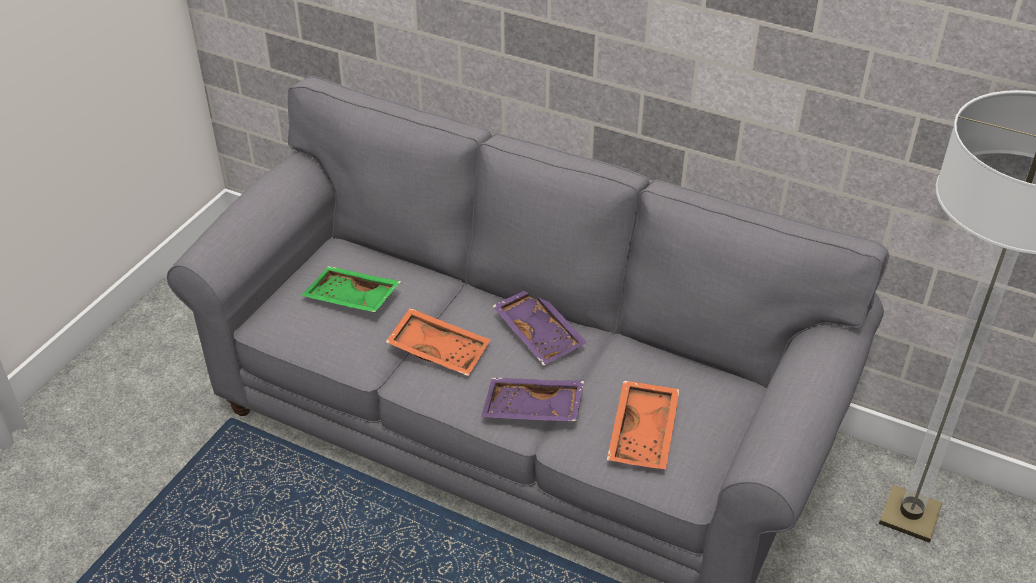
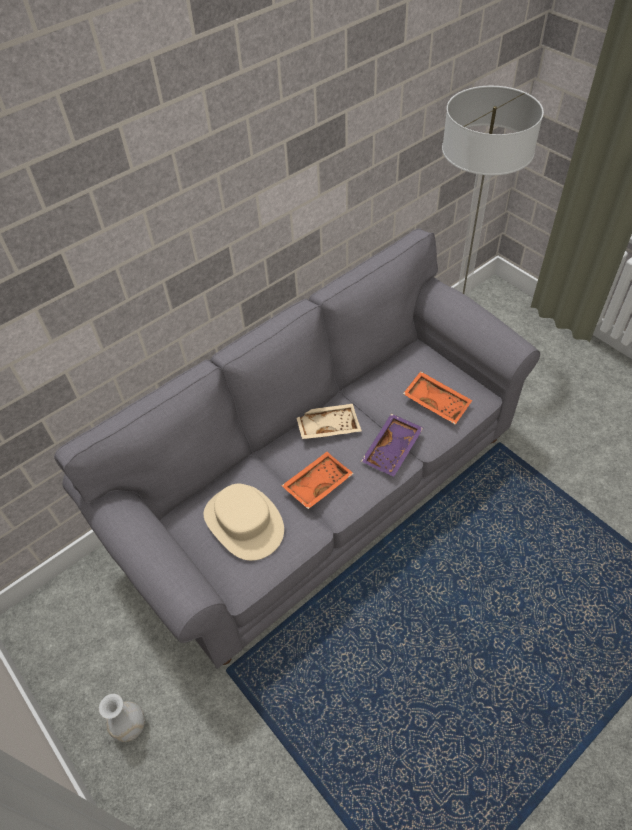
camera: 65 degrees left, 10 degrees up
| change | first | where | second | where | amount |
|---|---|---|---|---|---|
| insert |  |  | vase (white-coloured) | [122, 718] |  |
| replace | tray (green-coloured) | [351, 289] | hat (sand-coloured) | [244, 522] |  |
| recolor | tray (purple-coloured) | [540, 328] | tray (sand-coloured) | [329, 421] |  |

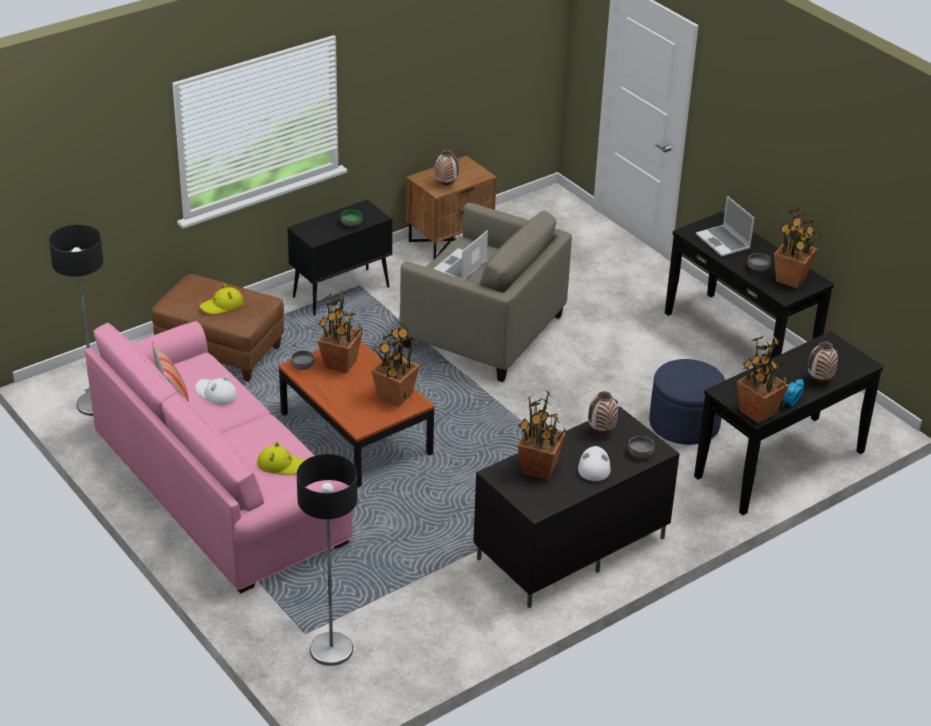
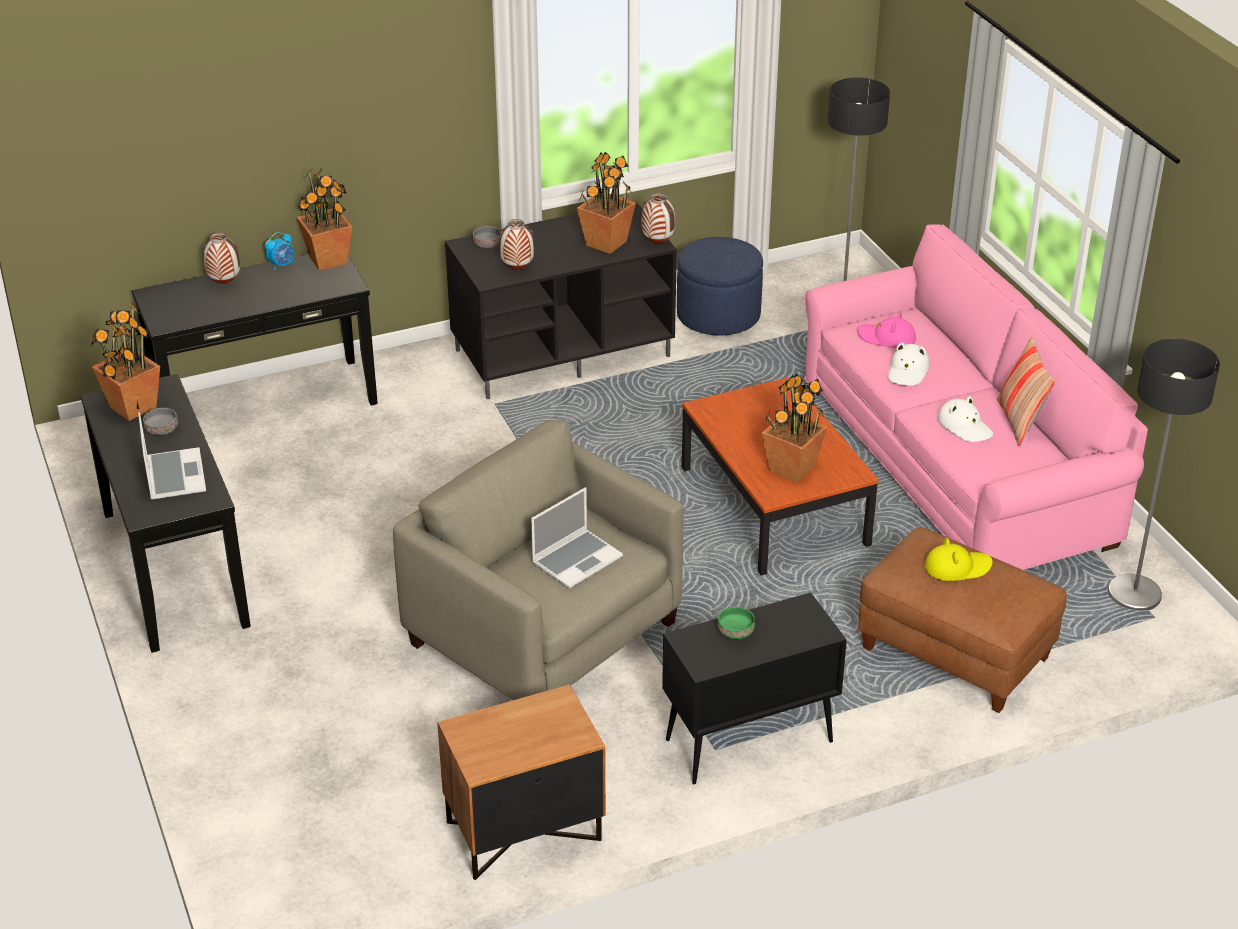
camera: 165 degrees left, 0 degrees up
| change | first | where | second | where | amount |
|---|---|---|---|---|---|
| delete | deep dish (gray) | [303, 360] |  |  |  |
| delete | plant in a pot | [395, 365] |  |  |  |
| move | vase | [447, 167] |  | [658, 218] |  |
| move | hat (white-coloured) | [594, 463] |  | [908, 364] |  |
| move | ottoman (blue-coloured) | [687, 402] |  | [720, 286] |  |
| recolor | hat (yellow) | [281, 458] | hat (pink-coloured) | [886, 330] |  |

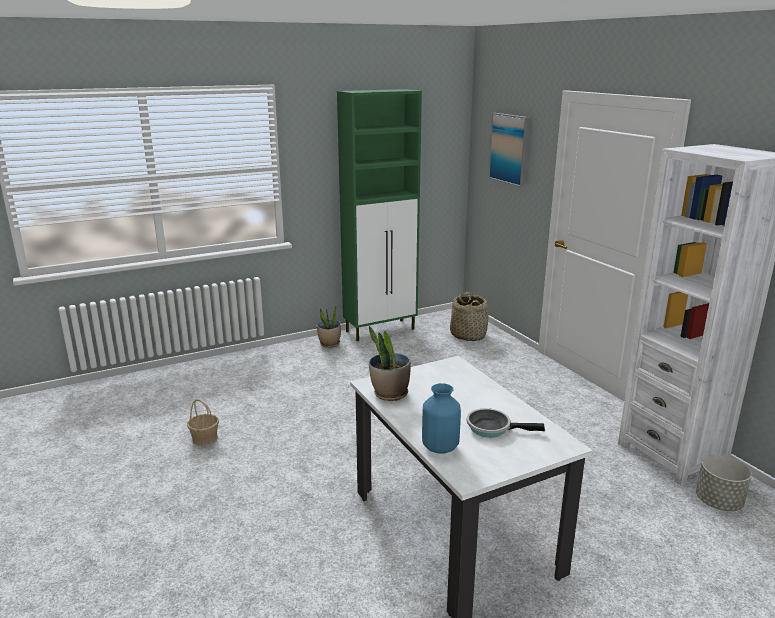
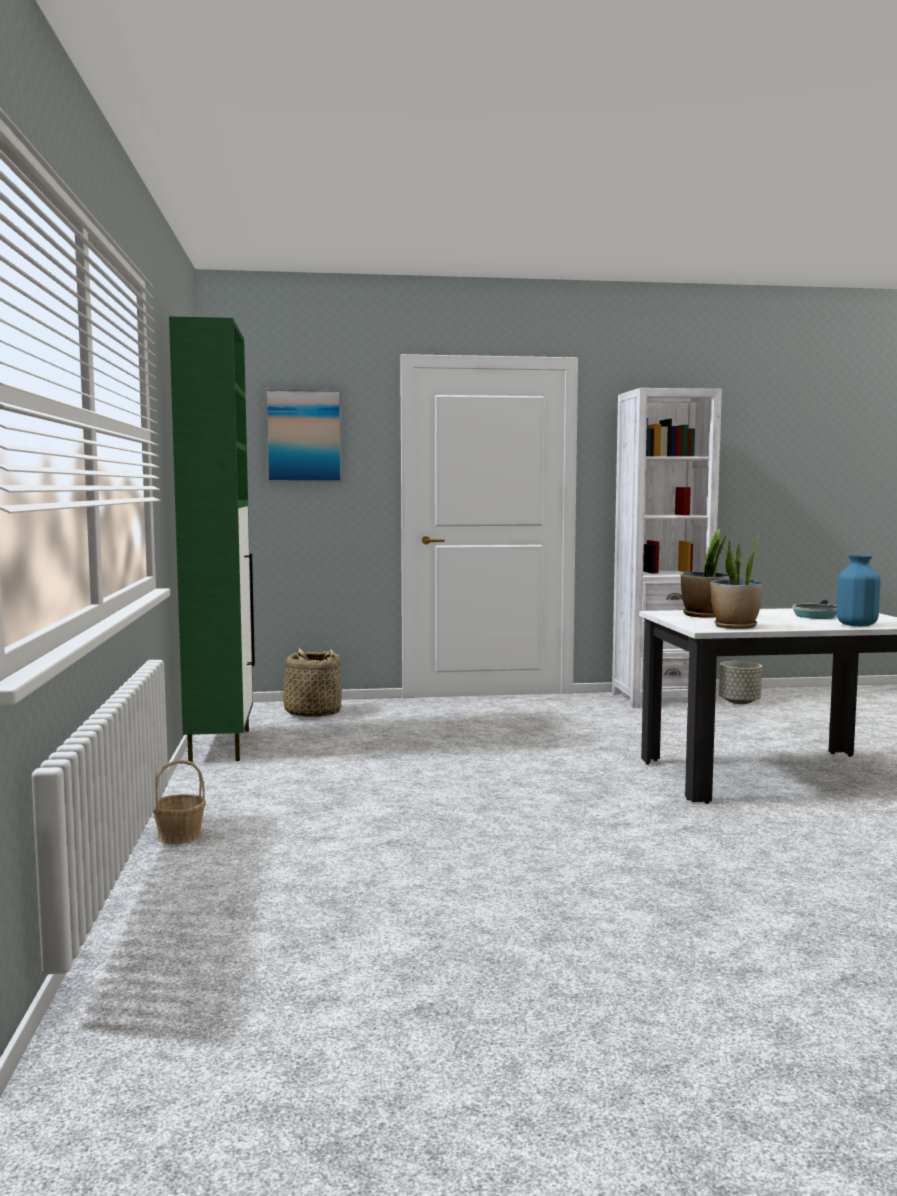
camera: 70 degrees left, 15 degrees down
| change | first | where | second | where | amount |
|---|---|---|---|---|---|
| move | storage basket | [203, 422] |  | [179, 802] |  |
| move | plant in a pot | [329, 326] |  | [705, 573] |  |

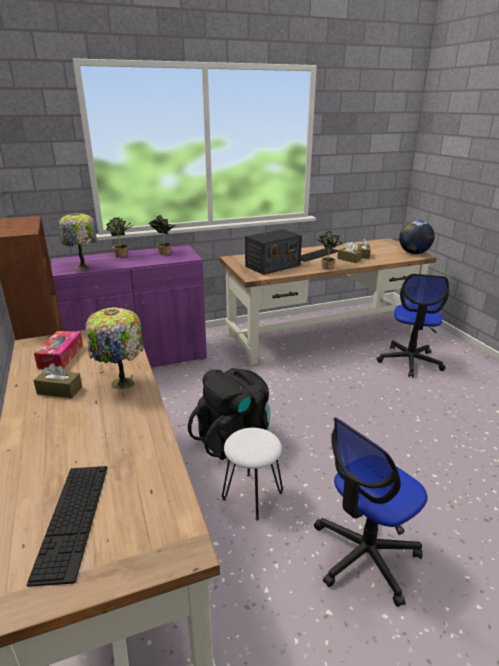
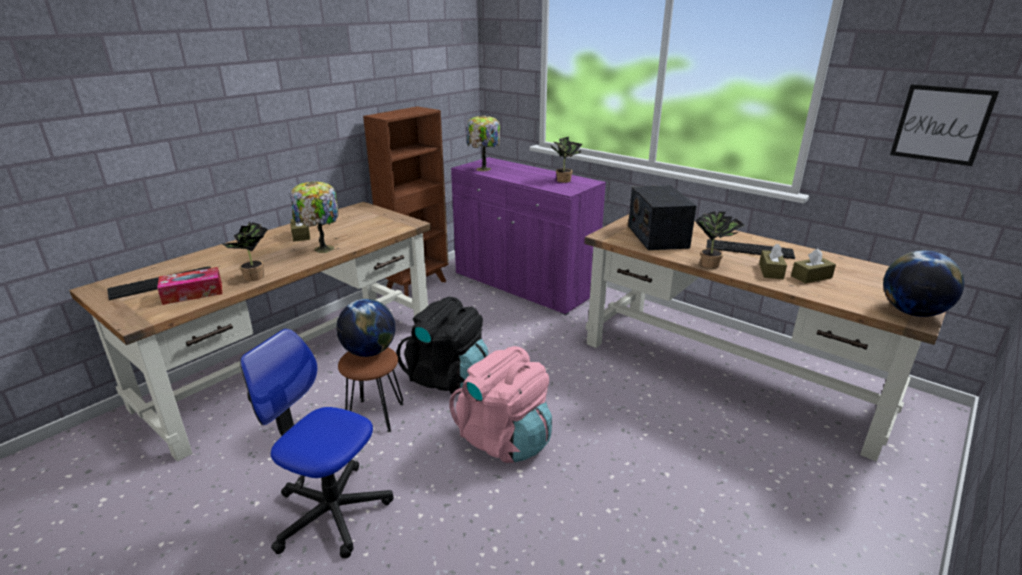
camera: 60 degrees right, 0 degrees up
| change | first | where | second | where | amount |
|---|---|---|---|---|---|
| delete | computer chair | [413, 326] |  |  |  |
| insert |  |  | world globe | [366, 328] |  |
| insert |  |  | rucksack (pink-coloured) | [500, 404] |  |
| insert |  |  | picture | [944, 125] |  |
| move | tissue holder | [58, 350] |  | [189, 286] |  |
| move | plant in a pot | [119, 237] |  | [244, 251] |  |
| recolor | sitting stool (white-coloured) | [252, 474] | sitting stool (brown-coloured) | [370, 389] |  |
| rotate | radio receiver | [273, 252] |  | [662, 217] | 60 degrees clockwise |

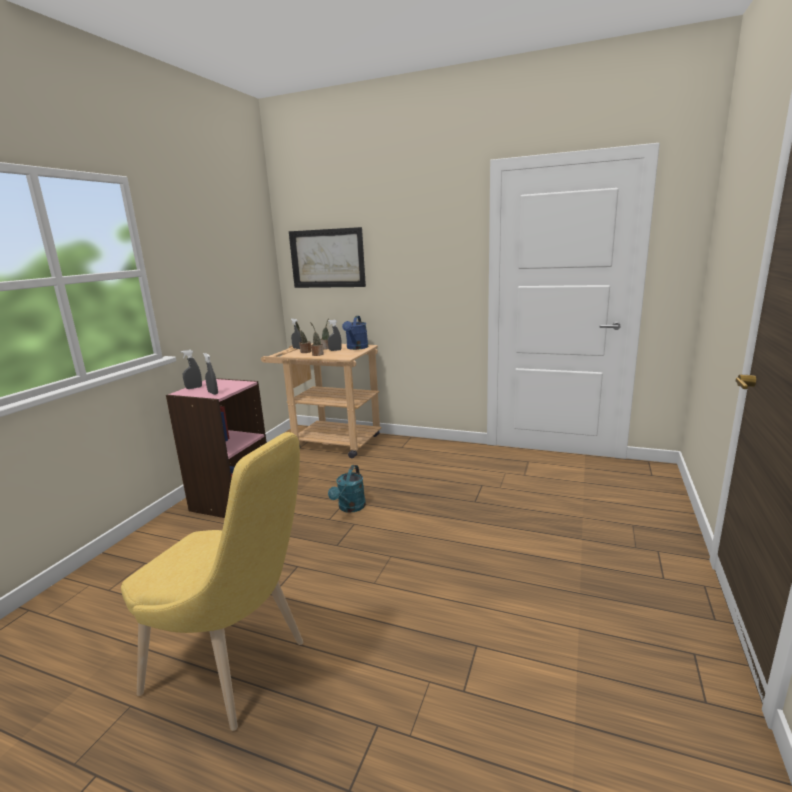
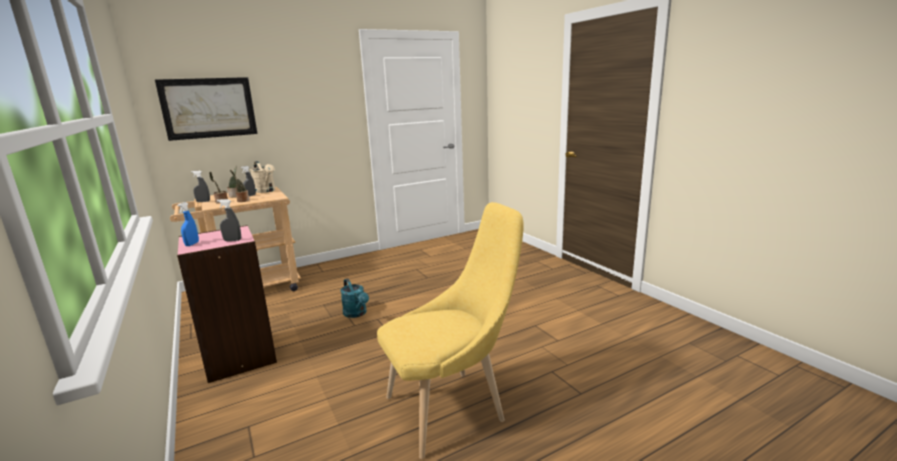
camera: 50 degrees left, 0 degrees up
| change | first | where | second | where | amount |
|---|---|---|---|---|---|
| recolor | spray bottle (gray) | [191, 369] | spray bottle (blue-coloured) | [188, 224] |  |
| recolor | watering can (blue-coloured) | [355, 333] | watering can (sand-coloured) | [262, 177] |  |

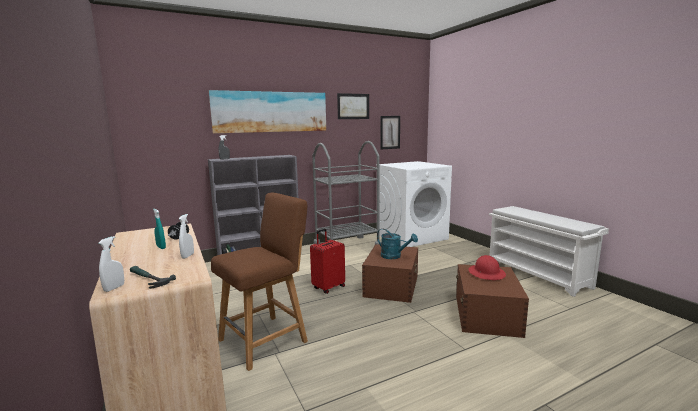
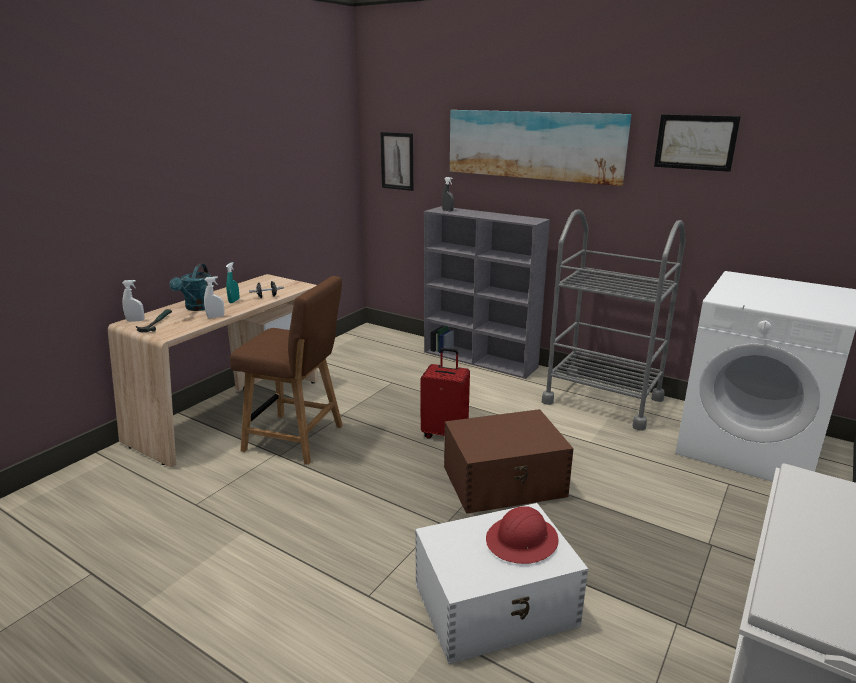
camera: 60 degrees right, 10 degrees up
| change | first | where | second | where | amount |
|---|---|---|---|---|---|
| move | watering can (turquoise-coloured) | [397, 244] |  | [190, 287] |  |
| move | picture | [390, 132] |  | [396, 161] |  |
| recolor | storage bin (brown-coloured) | [492, 301] | storage bin (white-coloured) | [501, 583] |  |

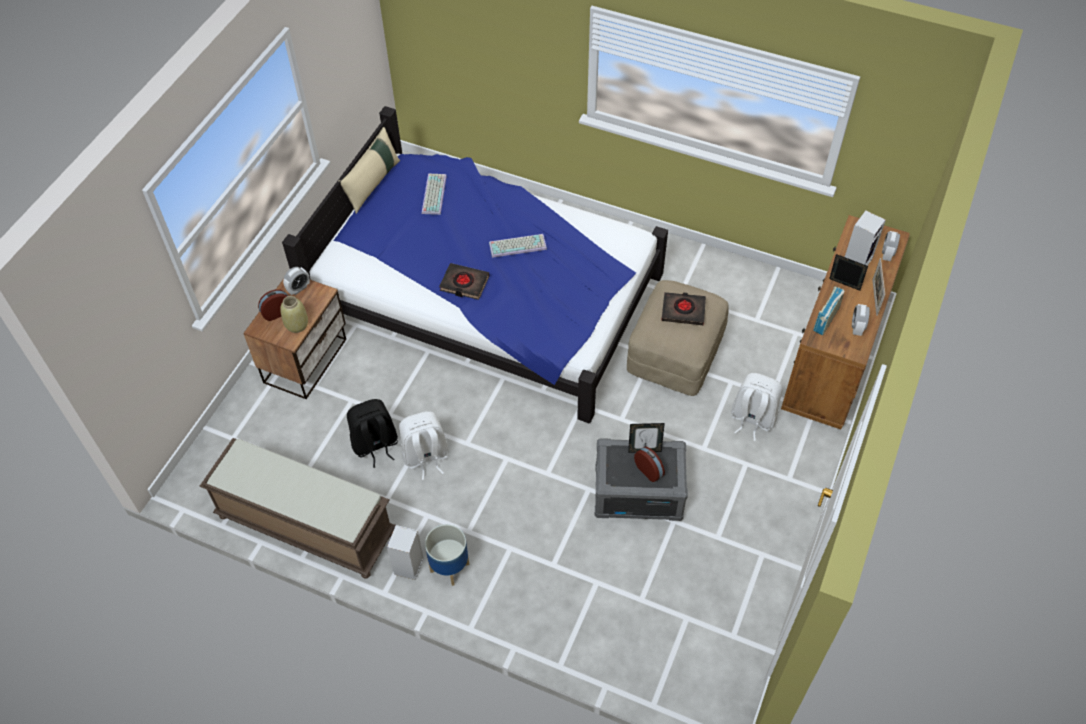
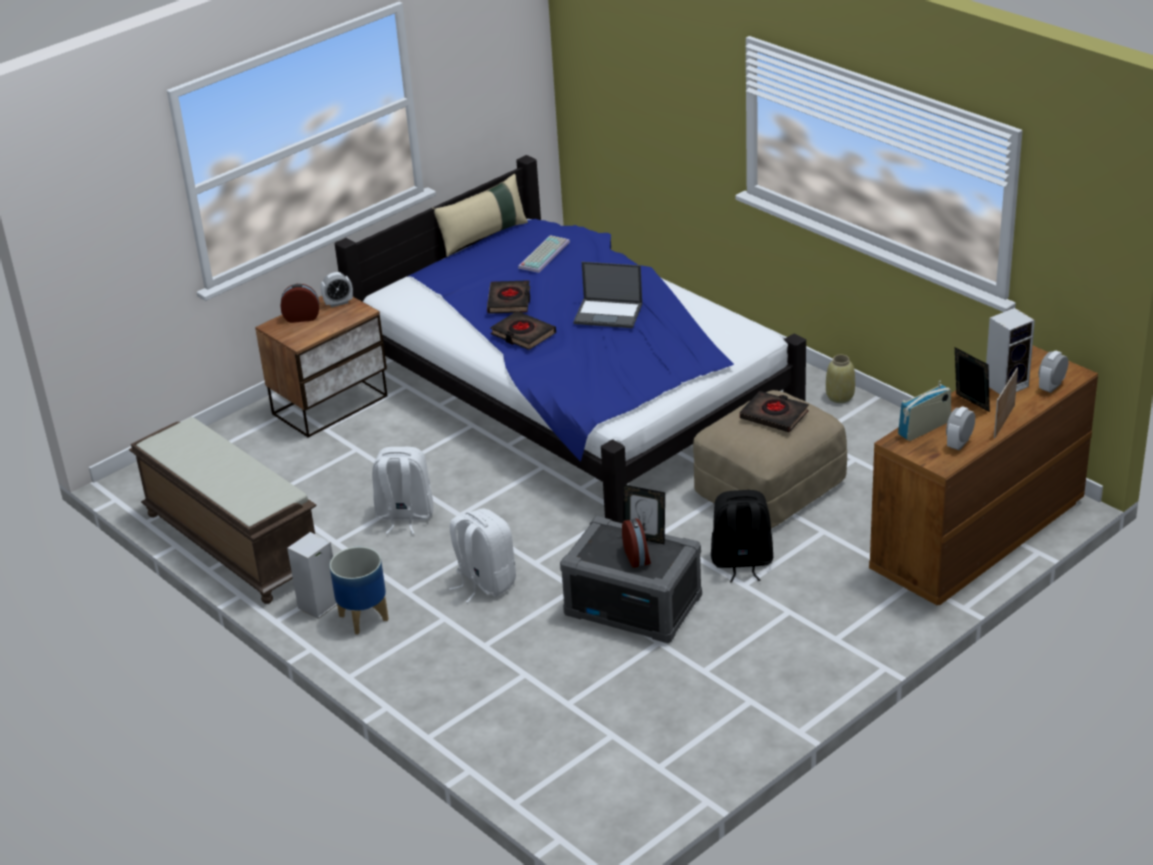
camera: 25 degrees right, 20 degrees down
| change | first | where | second | where | amount |
|---|---|---|---|---|---|
| insert |  |  | volume (black) | [508, 297] |  |
| move | vase (sand-coloured) | [294, 314] |  | [840, 379] |  |
| move | rucksack (black) | [372, 433] |  | [742, 536] |  |
| move | rucksack (white-coloured) | [756, 407] |  | [482, 555] |  |
| replace | keyboard | [518, 246] | notebook computer | [607, 295] |  |

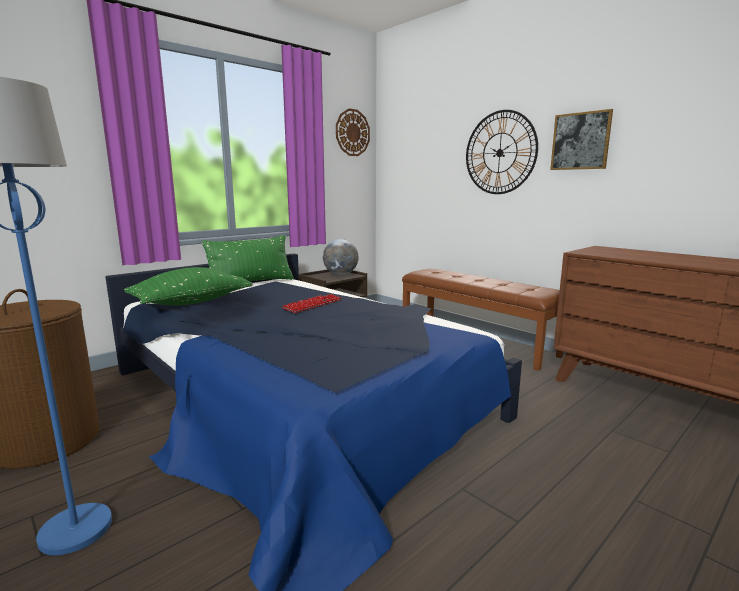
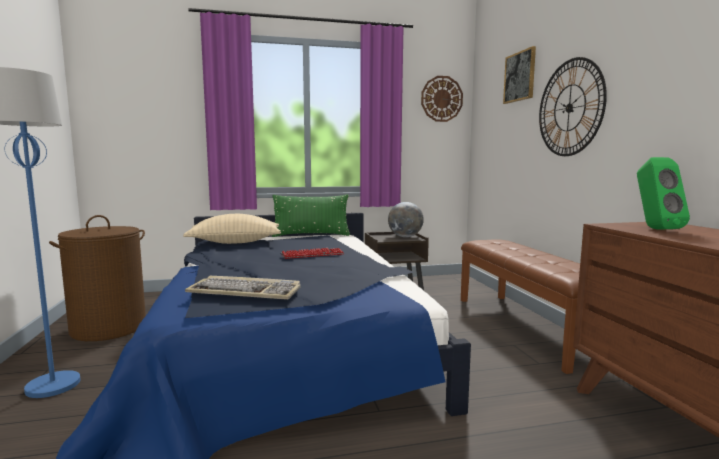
camera: 30 degrees right, 5 degrees down
| change | first | where | second | where | amount |
|---|---|---|---|---|---|
| insert |  |  | keyboard | [243, 287] |  |
| insert |  |  | loudspeaker (green-coloured) | [663, 193] |  |
| move | picture | [581, 139] |  | [519, 75] |  |
| recolor | cushion (green-coloured) | [188, 286] | cushion (sand-coloured) | [232, 229] |  |

